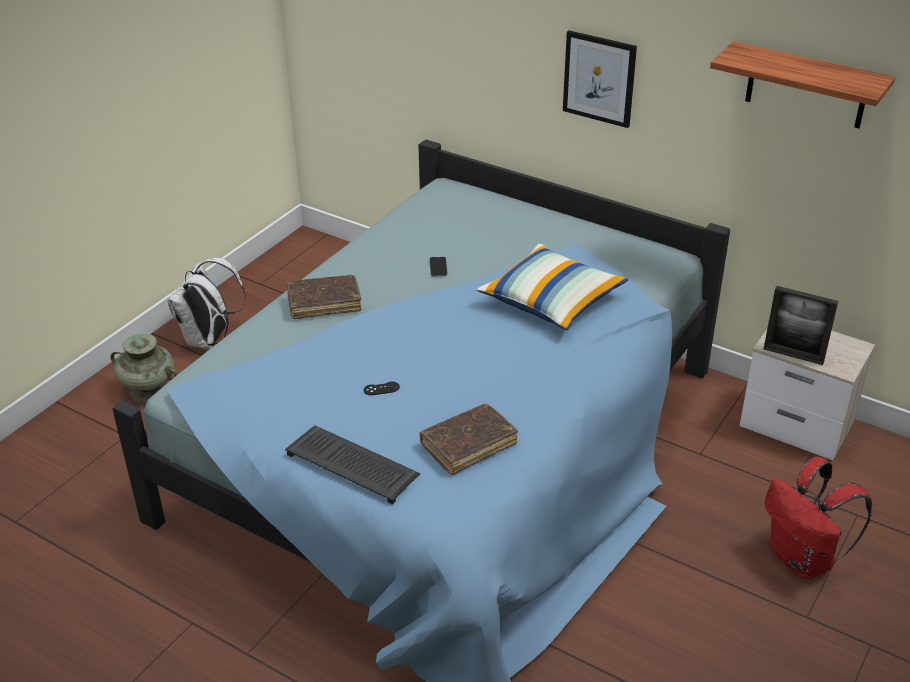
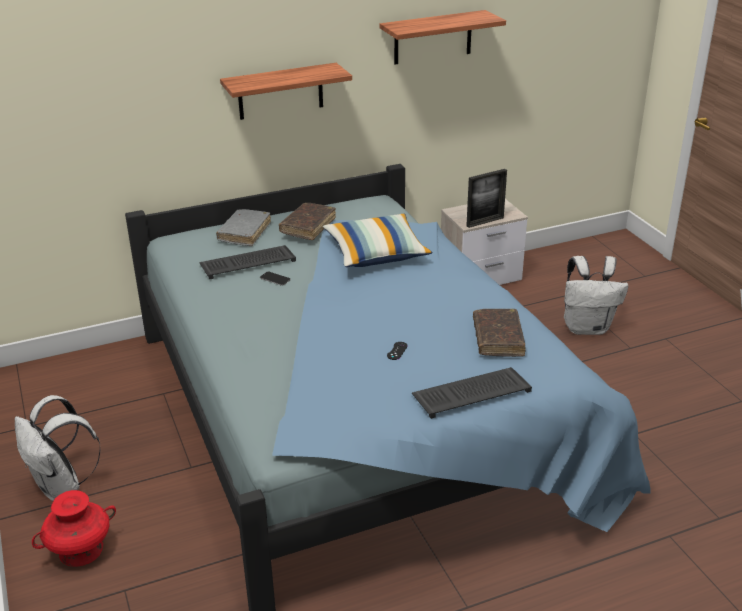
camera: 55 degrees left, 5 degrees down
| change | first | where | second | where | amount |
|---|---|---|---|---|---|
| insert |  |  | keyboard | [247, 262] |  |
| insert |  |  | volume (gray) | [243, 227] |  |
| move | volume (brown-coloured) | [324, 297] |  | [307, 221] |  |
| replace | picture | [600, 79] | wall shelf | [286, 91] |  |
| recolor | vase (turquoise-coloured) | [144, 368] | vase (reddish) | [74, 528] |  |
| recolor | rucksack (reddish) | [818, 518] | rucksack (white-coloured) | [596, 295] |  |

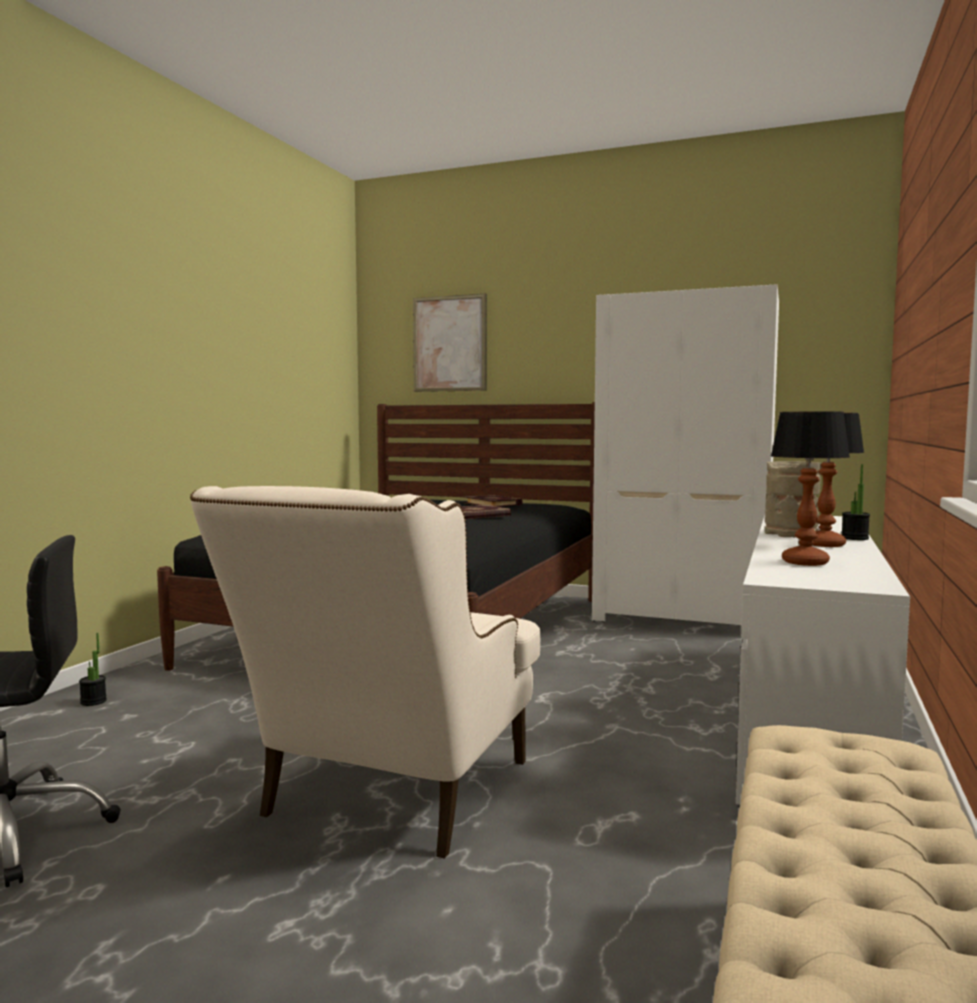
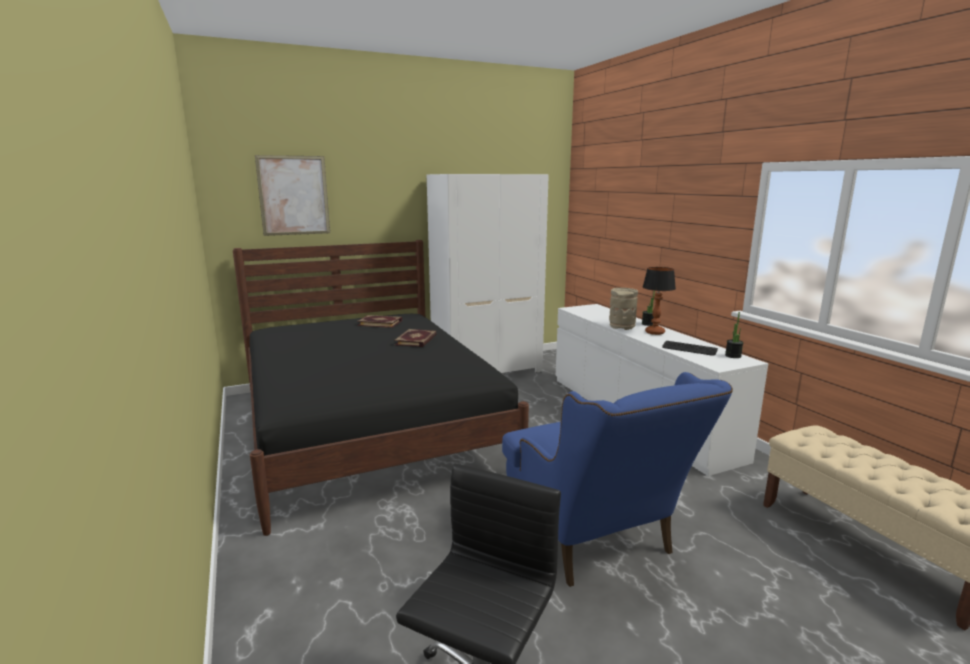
camera: 45 degrees left, 10 degrees up
| change | first | where | second | where | amount |
|---|---|---|---|---|---|
| move | plant in a pot | [93, 669] |  | [734, 335] |  |
| replace | lamp for a table | [810, 489] | keyboard | [690, 348] |  |
| recolor | easy chair (sand-coloured) | [365, 672] | easy chair (blue-coloured) | [617, 479] |  |

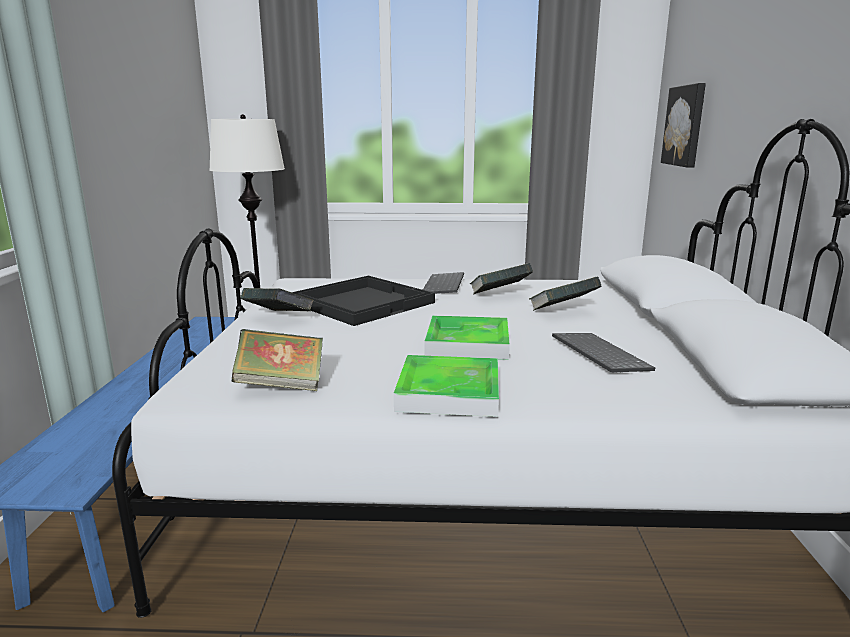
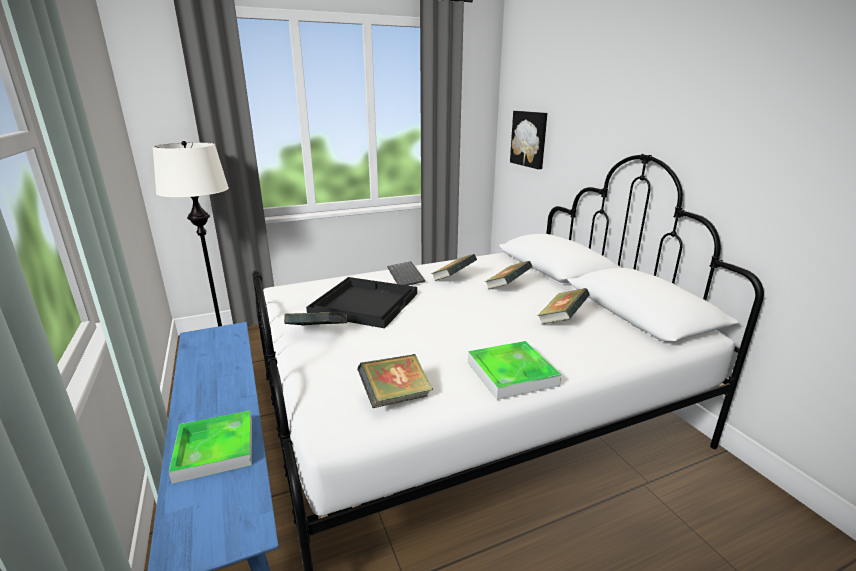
camera: 25 degrees left, 5 degrees up
| change | first | where | second | where | amount |
|---|---|---|---|---|---|
| move | tray | [467, 338] |  | [210, 447] |  |
| replace | keyboard | [603, 353] | volume | [563, 306] |  |

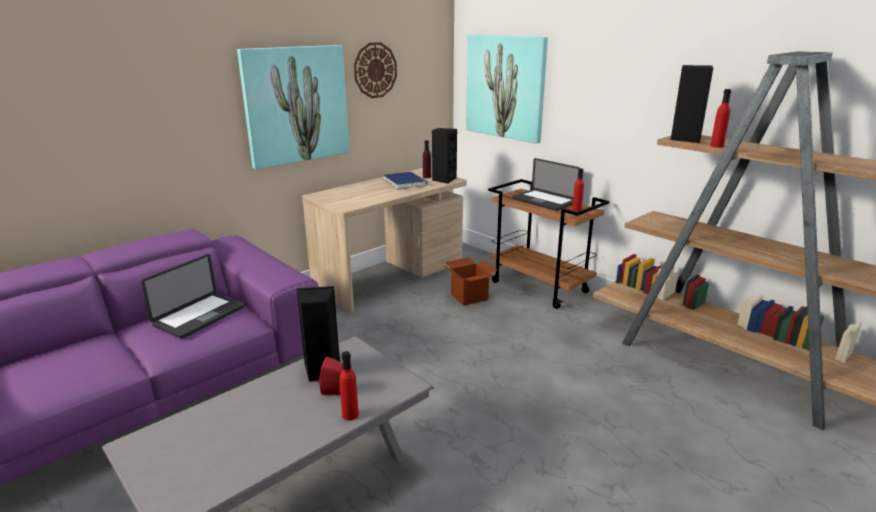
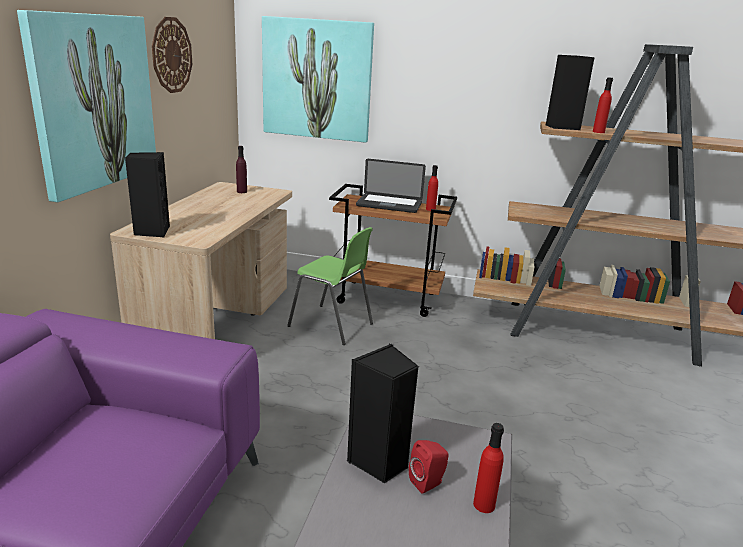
camera: 35 degrees left, 0 degrees up
| change | first | where | second | where | amount |
|---|---|---|---|---|---|
| delete | notebook computer | [193, 296] |  |  |  |
| delete | volume (blue-coloured) | [405, 181] |  |  |  |
| move | loudspeaker (black) | [444, 156] |  | [147, 194] |  |
| replace | carton | [470, 281] | upright chair (green-coloured) | [330, 286] |  |

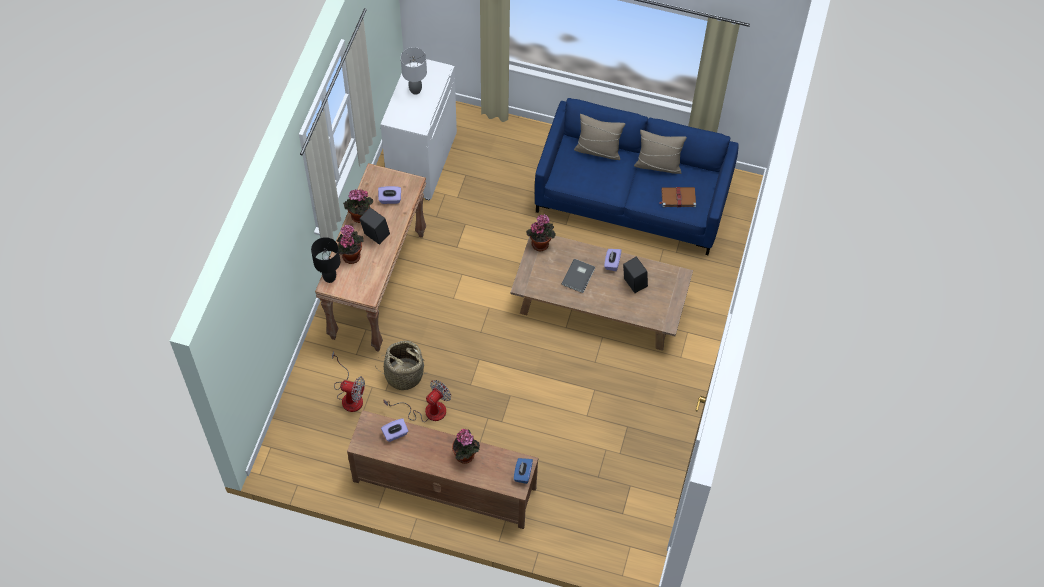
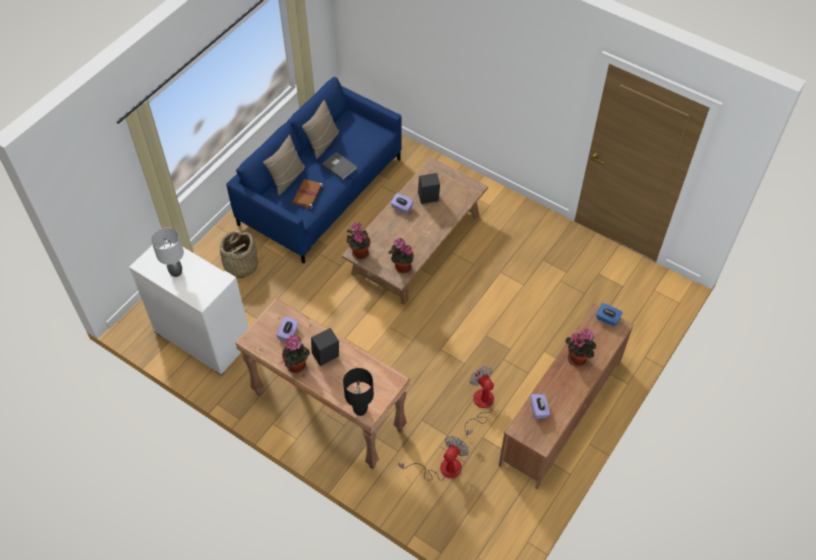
camera: 70 degrees left, 5 degrees down
| change | first | where | second | where | amount |
|---|---|---|---|---|---|
| move | plant in a pot | [350, 244] |  | [401, 256] |  |
| move | storage basket | [402, 365] |  | [239, 254] |  |
| move | volume (gray) | [578, 276] |  | [339, 166] |  |
| move | volume (brown-coloured) | [677, 197] |  | [307, 194] |  |

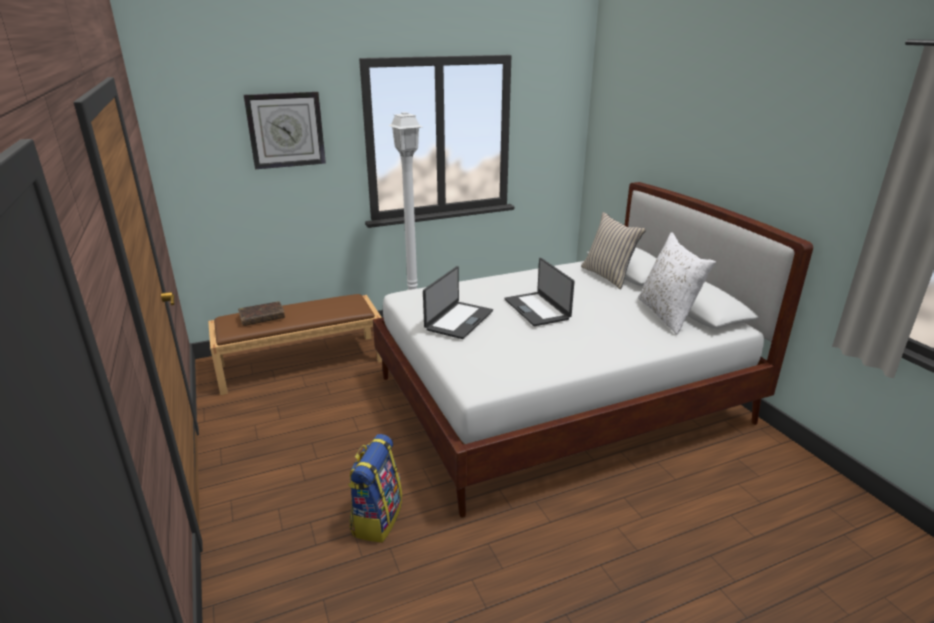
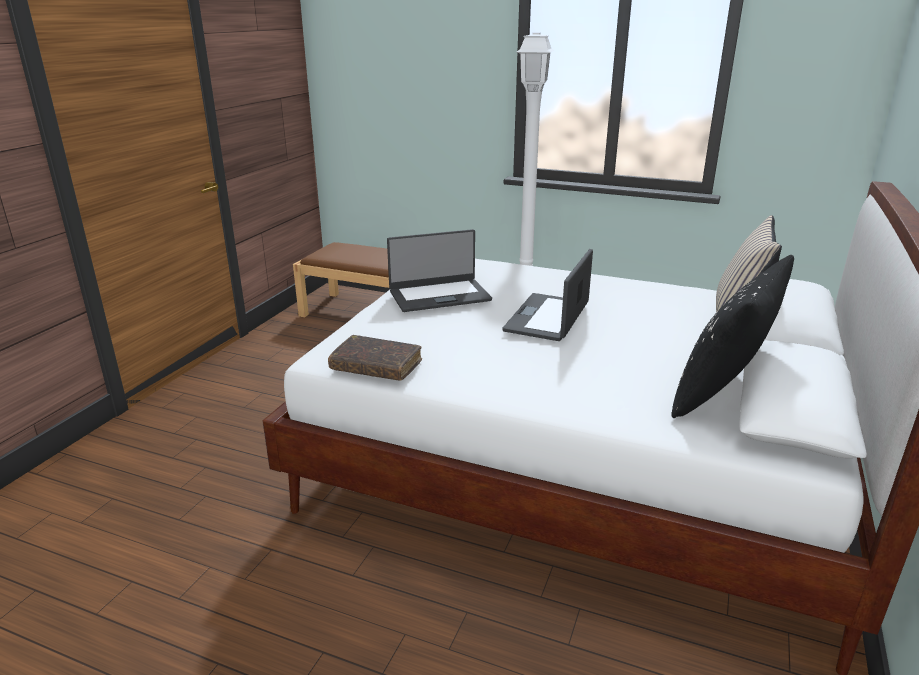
camera: 45 degrees right, 0 degrees up
| change | first | where | second | where | amount |
|---|---|---|---|---|---|
| delete | hanging clock | [285, 130] |  |  |  |
| delete | rucksack | [375, 488] |  |  |  |
| move | volume (brown-coloured) | [261, 313] |  | [375, 358] |  |
| recolor | cushion (white-coloured) | [677, 283] | cushion (black) | [732, 336] |  |

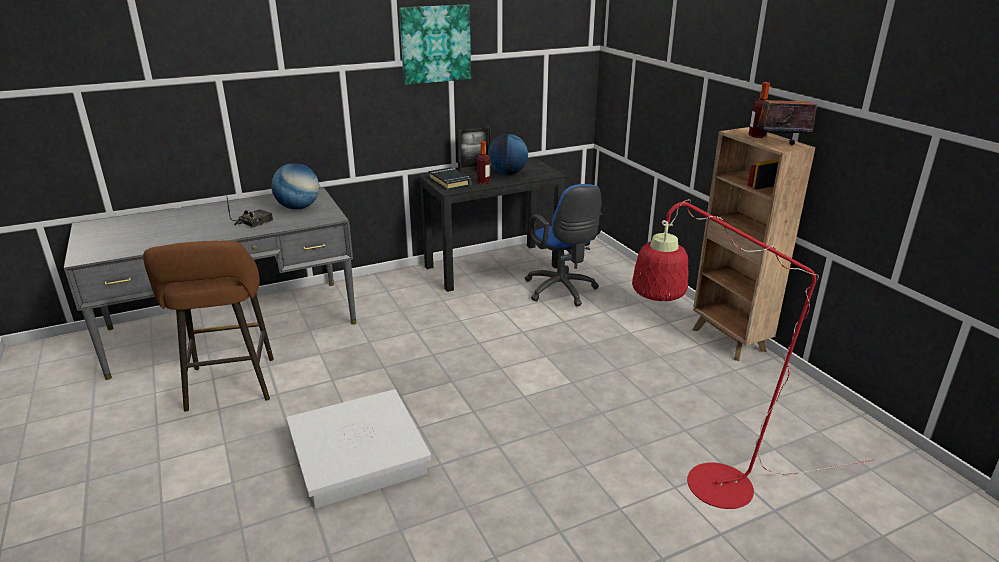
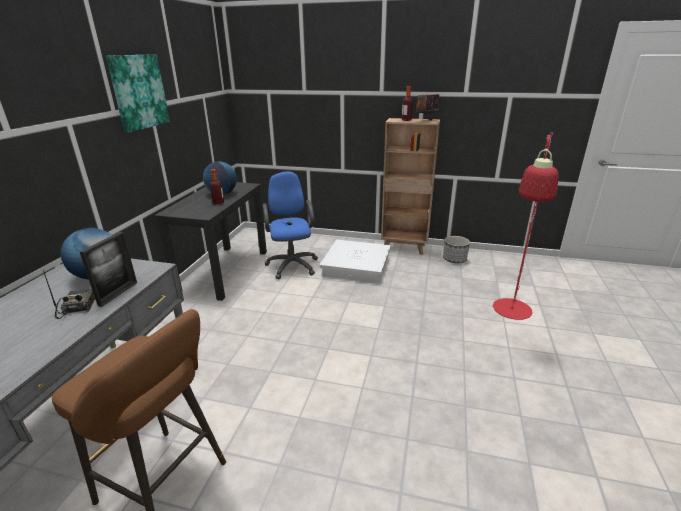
camera: 50 degrees left, 0 degrees up
| change | first | where | second | where | amount |
|---|---|---|---|---|---|
| delete | volume (black) | [450, 178] |  |  |  |
| insert |  |  | planter | [456, 249] |  |
| move | storage bin (white-coloured) | [358, 449] |  | [355, 261] |  |
| move | standing frame | [474, 149] |  | [108, 269] |  |
| rotate | computer chair (blue-coloured) | [564, 245] |  | [290, 225] | 120 degrees counterclockwise |

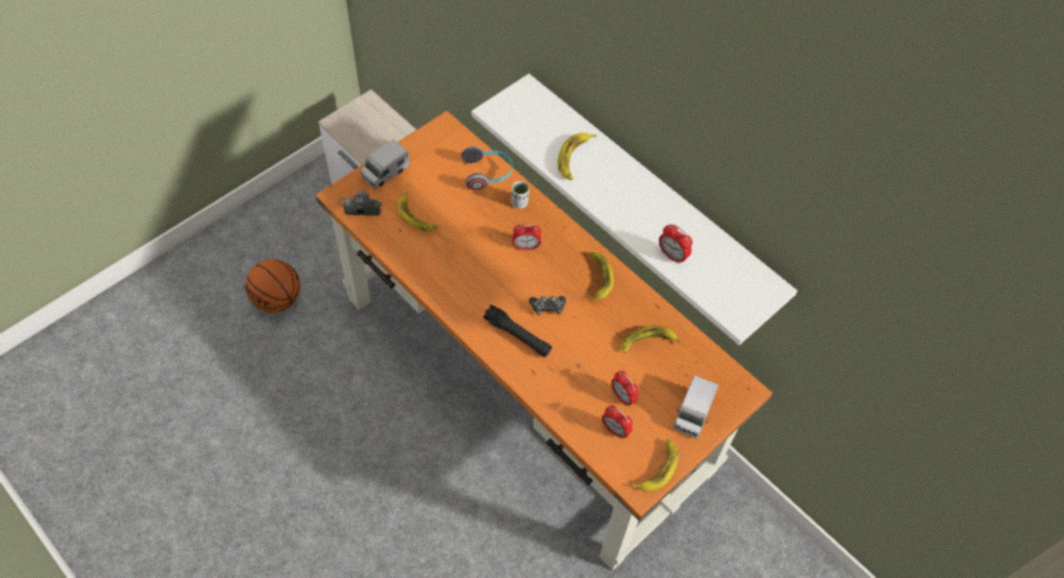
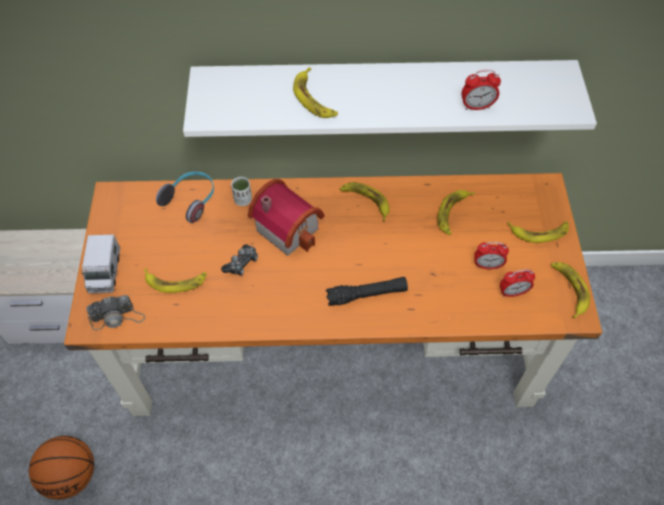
camera: 45 degrees left, 0 degrees up
| change | first | where | second | where | amount |
|---|---|---|---|---|---|
| move | game controller | [547, 305] |  | [239, 260] |  |
| replace | table clock | [526, 237] | toy house | [286, 217] |  |
| replace | toy lorry | [695, 406] | banana | [538, 232] |  |
| rotate | photo camera | [360, 203] |  | [115, 312] | 150 degrees counterclockwise |

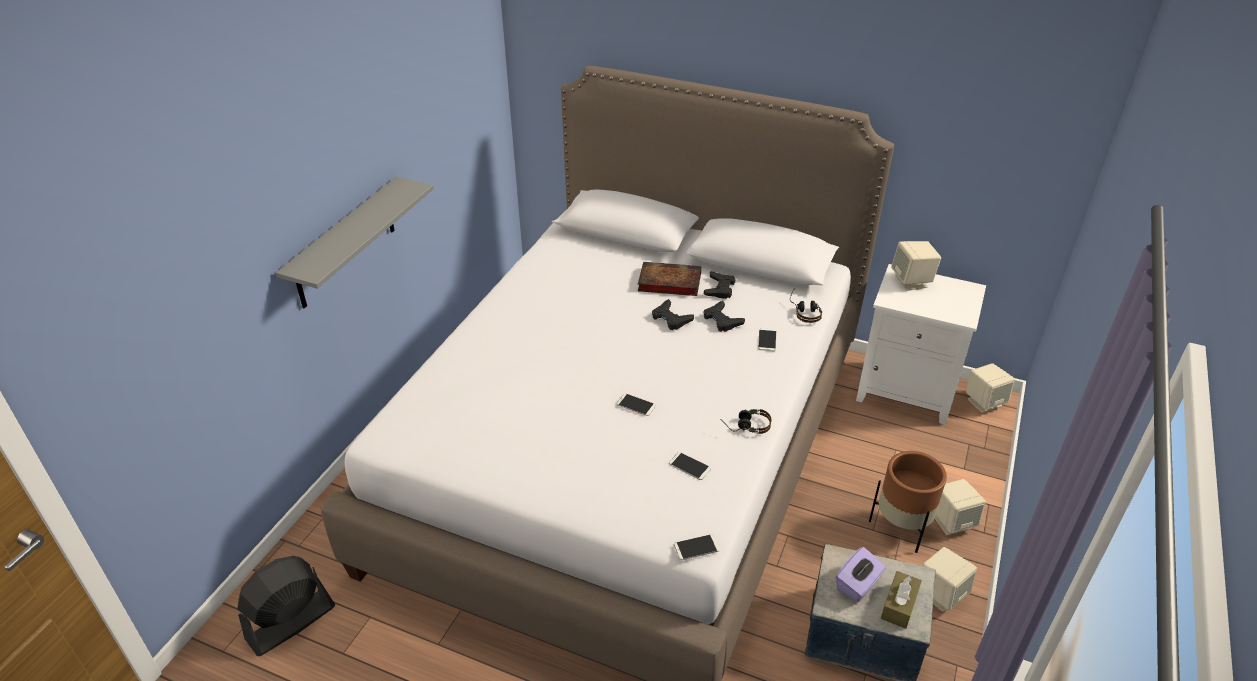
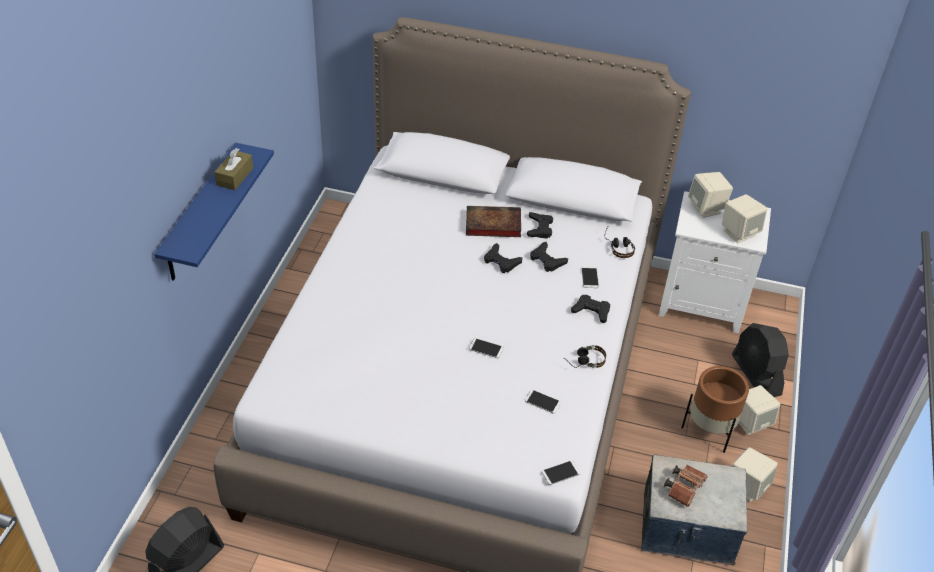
camera: 10 degrees left, 5 degrees up
| change | first | where | second | where | amount |
|---|---|---|---|---|---|
| insert |  |  | game controller (black) | [590, 309] |  |
| insert |  |  | fan (black) | [760, 360] |  |
| move | tissue holder (brown-coloured) | [901, 600] |  | [233, 169] |  |
| move | loudspeaker (sand-coloured) | [990, 388] |  | [744, 218] |  |
| replace | tissue holder (purple-coloured) | [861, 574] | field glasses (brown-coloured) | [686, 486] |  |
| recolor | wall shelf (gray) | [355, 242] | wall shelf (blue-coloured) | [214, 212] |  |

